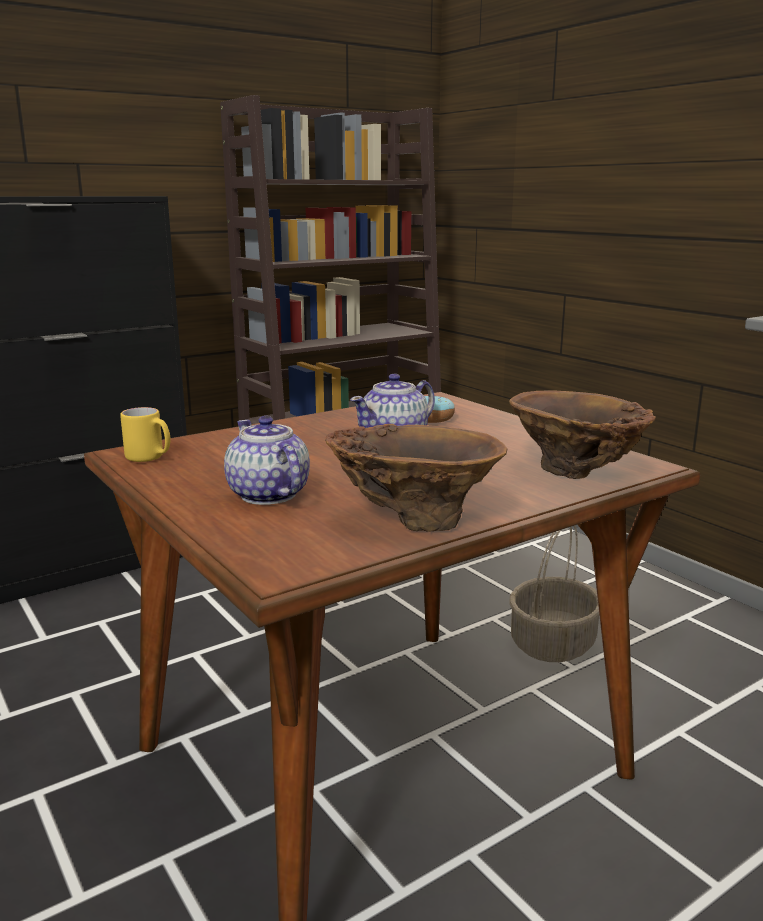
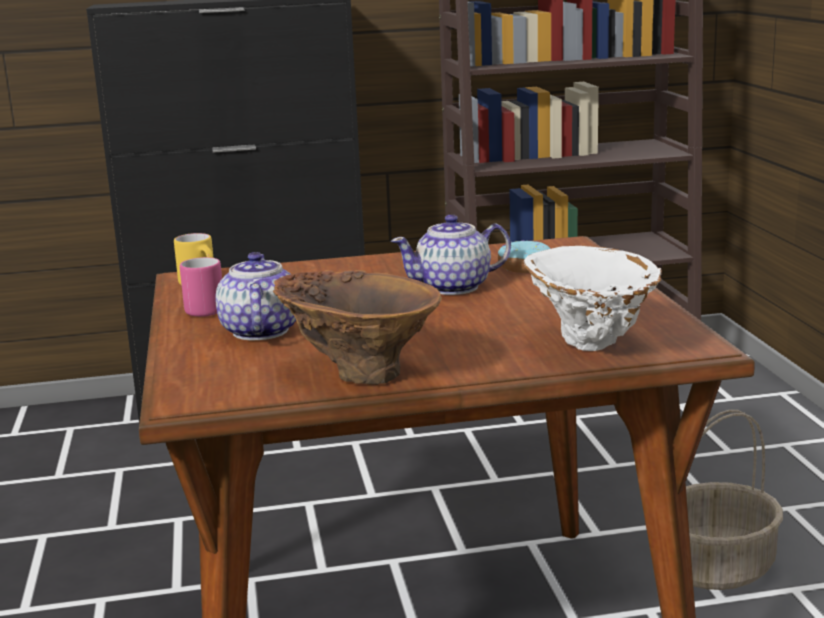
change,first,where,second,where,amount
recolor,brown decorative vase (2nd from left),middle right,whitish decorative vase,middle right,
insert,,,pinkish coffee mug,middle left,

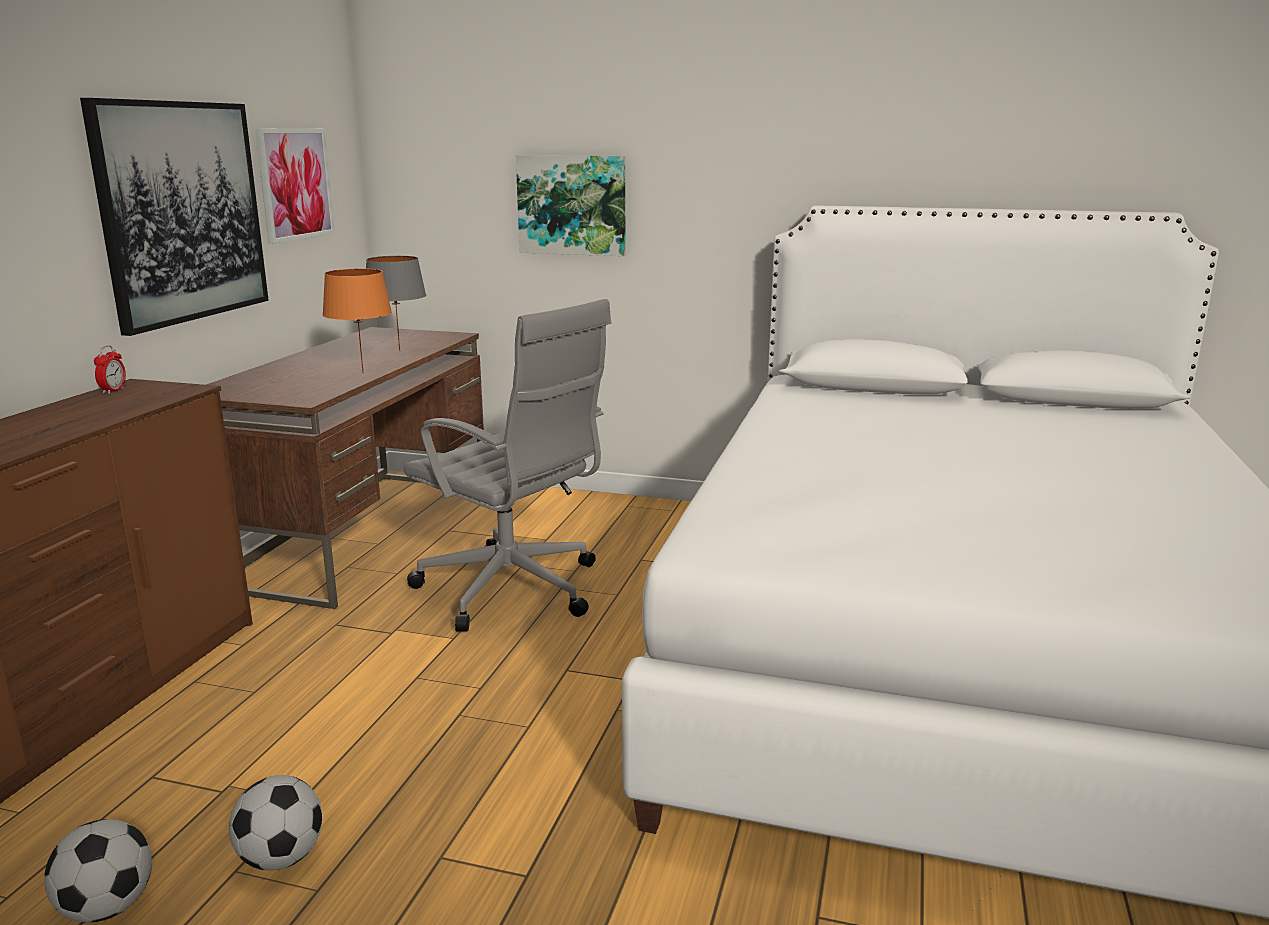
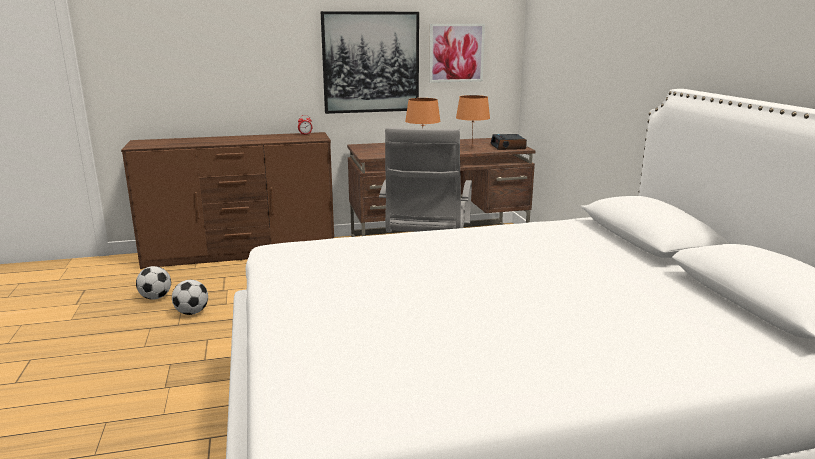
change,first,where,second,where,amount
recolor,grey lamp for a table,top left,orange-coloured lamp for a table (2nd from left),top centre,
delete,picture (3rd from left),top centre,,,
insert,,,bedside clock (2nd from left),top centre,

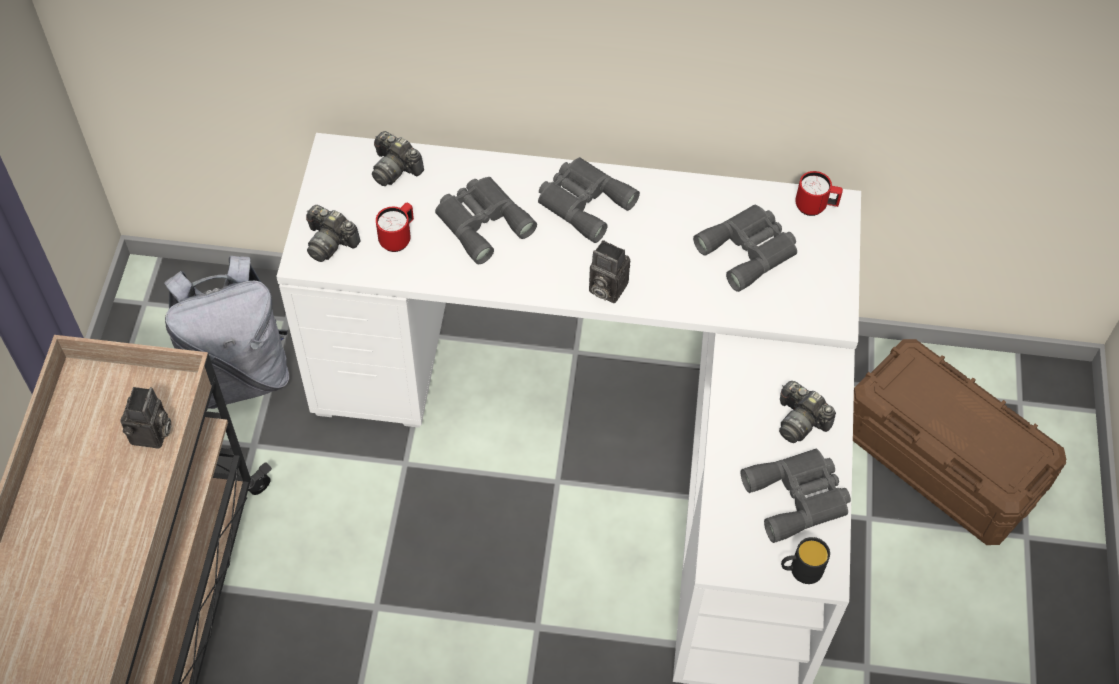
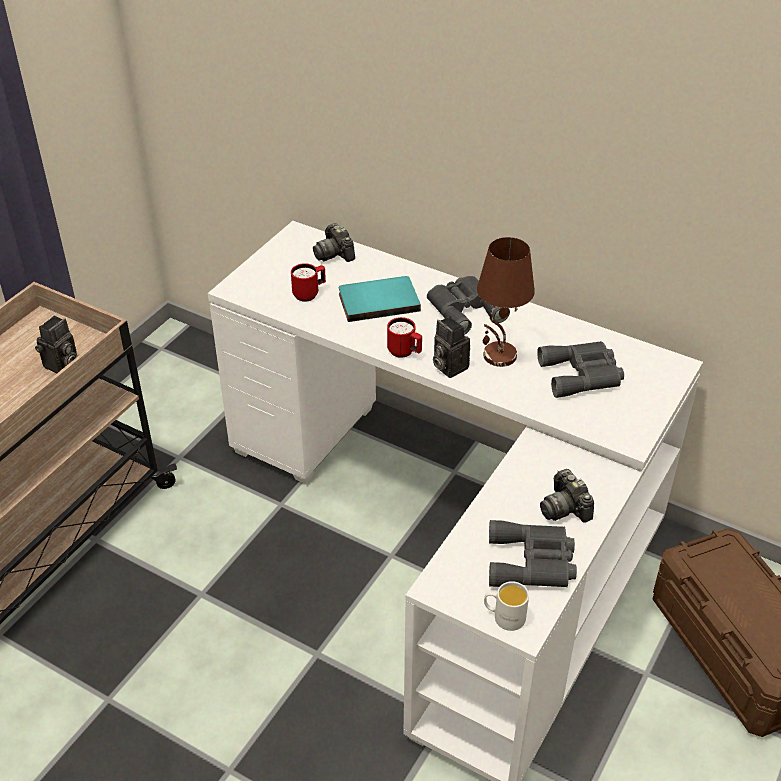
change,first,where,second,where,amount
delete,grey rucksack,middle left,,,
delete,still camera (2nd from left),middle left,,,
replace,grey field glasses (1st from left),top centre,turquoise-coloured bound book,centre,
recolor,black coffee mug,bottom right,whitish coffee mug,bottom centre,
move,reddish coffee mug (2nd from left),top right,,centre,
insert,,,brown lamp for a table,centre,

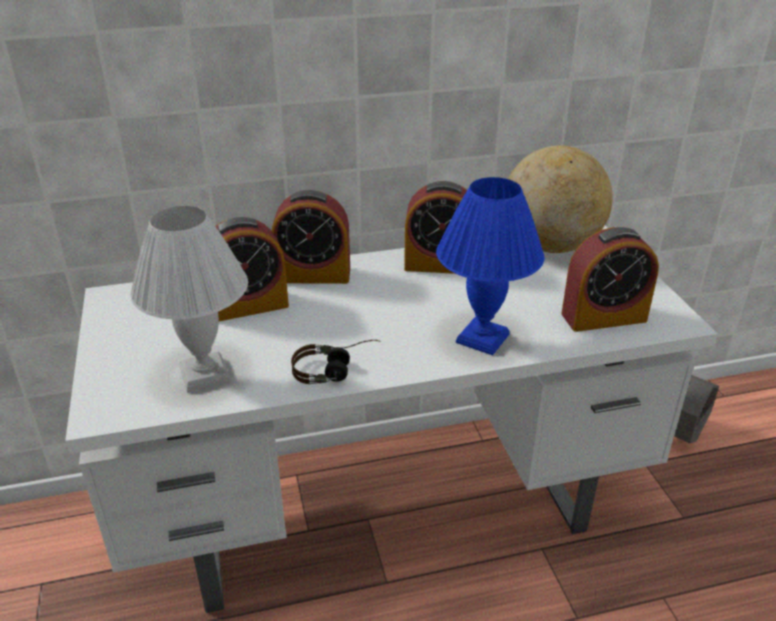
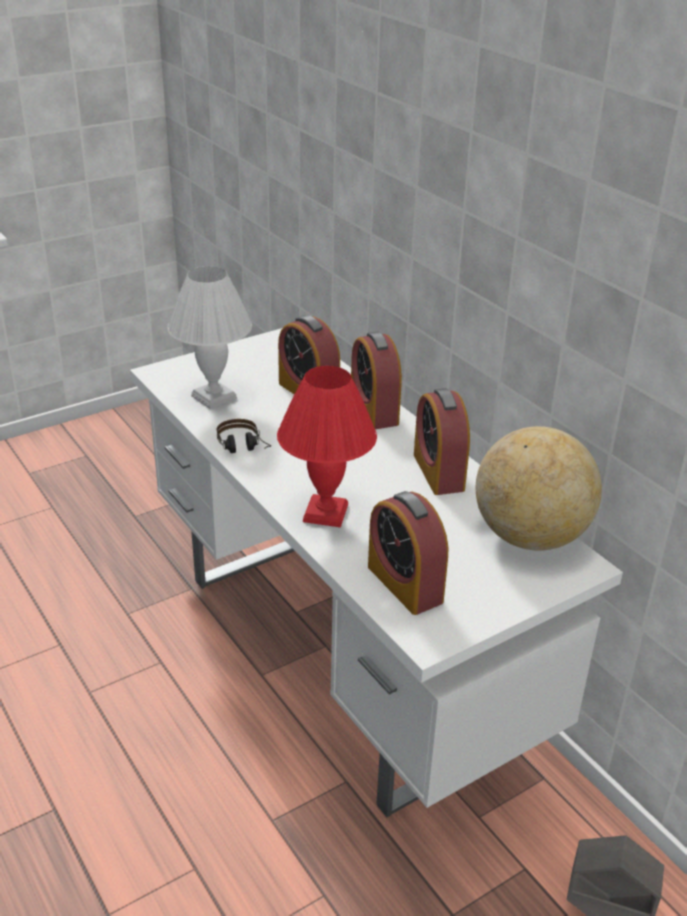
change,first,where,second,where,amount
recolor,bluish lamp for a table,centre,reddish lamp for a table,centre,

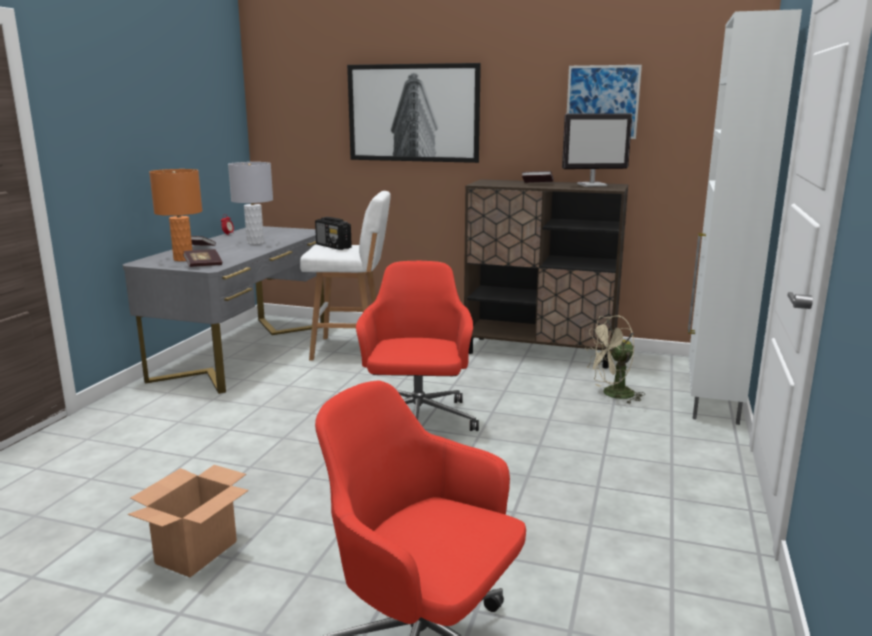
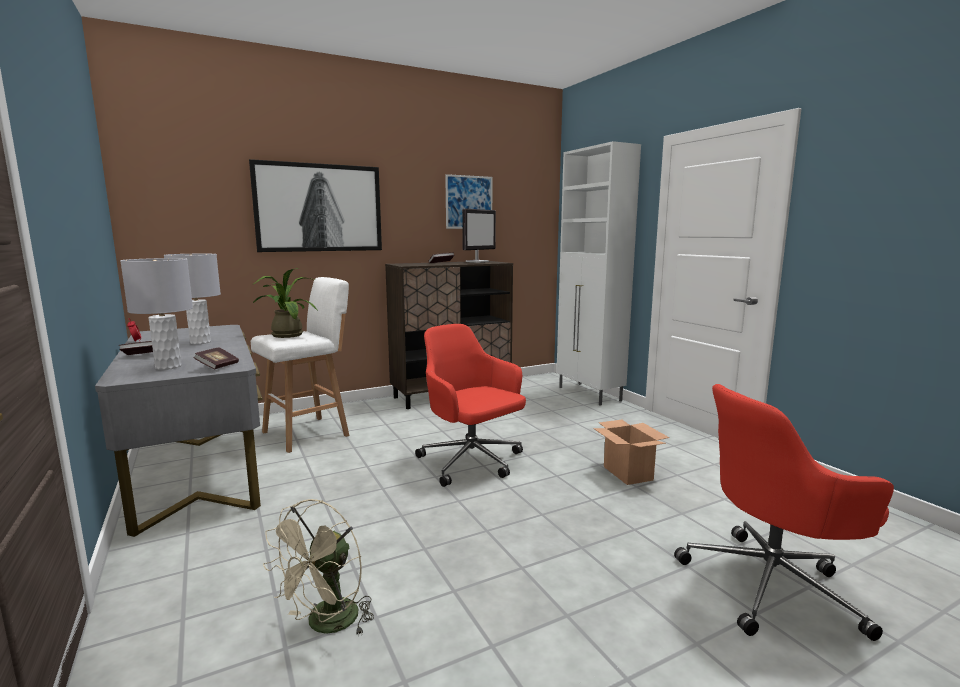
change,first,where,second,where,amount
move,cardboard box,bottom left,,centre,
recolor,orange-coloured lamp for a table,middle left,grey lamp for a table (1st from left),middle left,
replace,radio set,centre,houseplant,middle left,
move,sand-coloured fan,middle right,,bottom left,

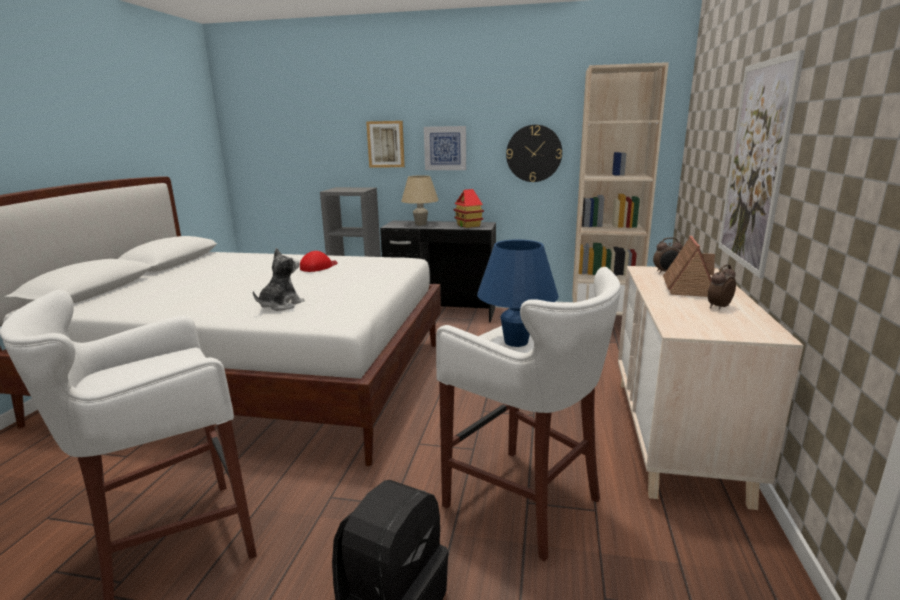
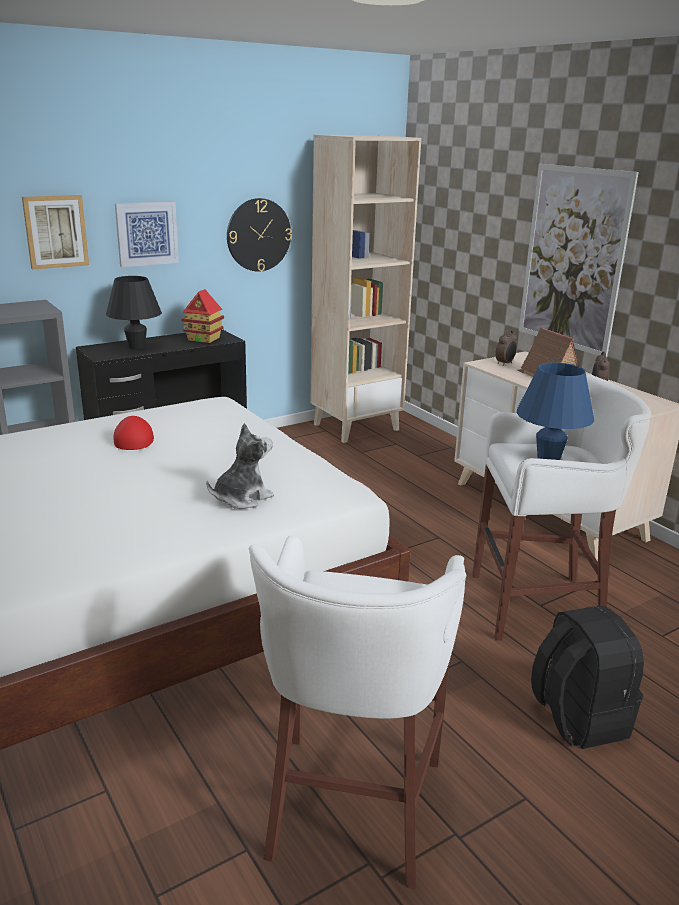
change,first,where,second,where,amount
rotate,cuddly toy,middle left,,centre,60 degrees clockwise
recolor,sand-coloured lamp for a table,centre,black lamp for a table,middle left,

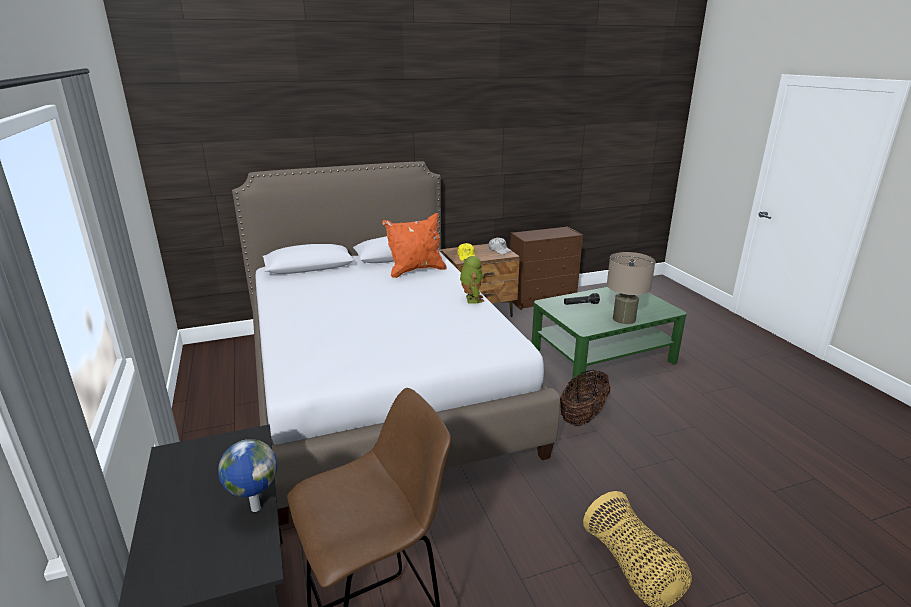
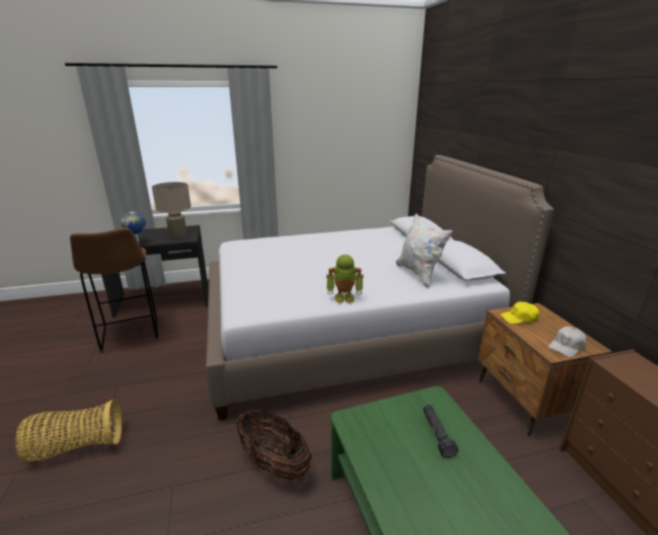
change,first,where,second,where,amount
recolor,orange-coloured cushion,centre,whitish cushion,centre,
move,sand-coloured lamp for a table,middle right,,middle left,

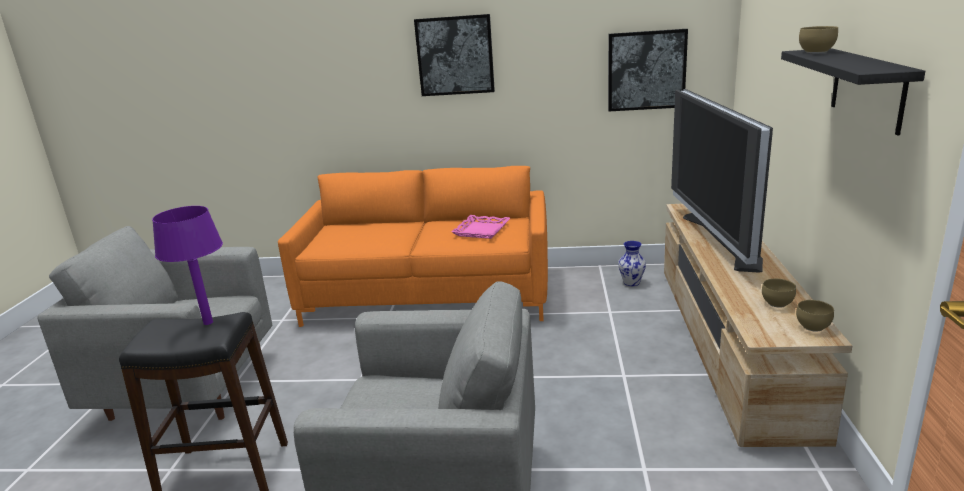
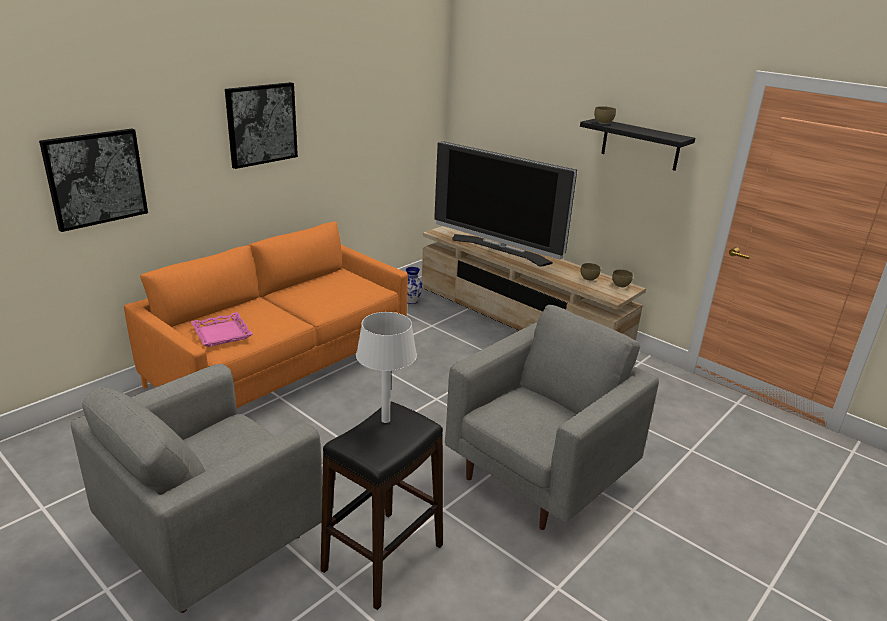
change,first,where,second,where,amount
recolor,purplish lamp for a table,middle left,whitish lamp for a table,centre,
move,pinkish serving tray,centre,,middle left,
move,picture (2nd from left in the first image),top right,picture (1st from left),top left,

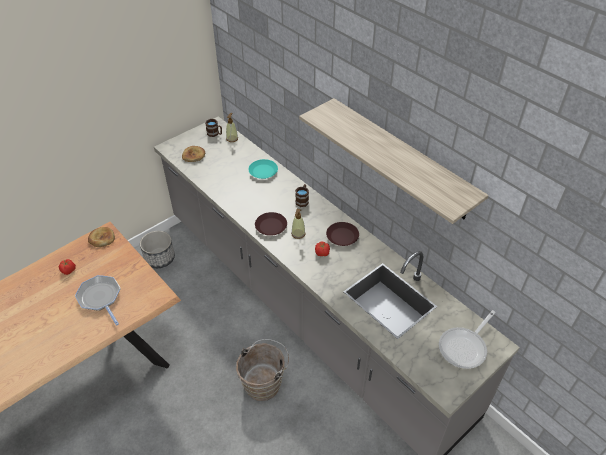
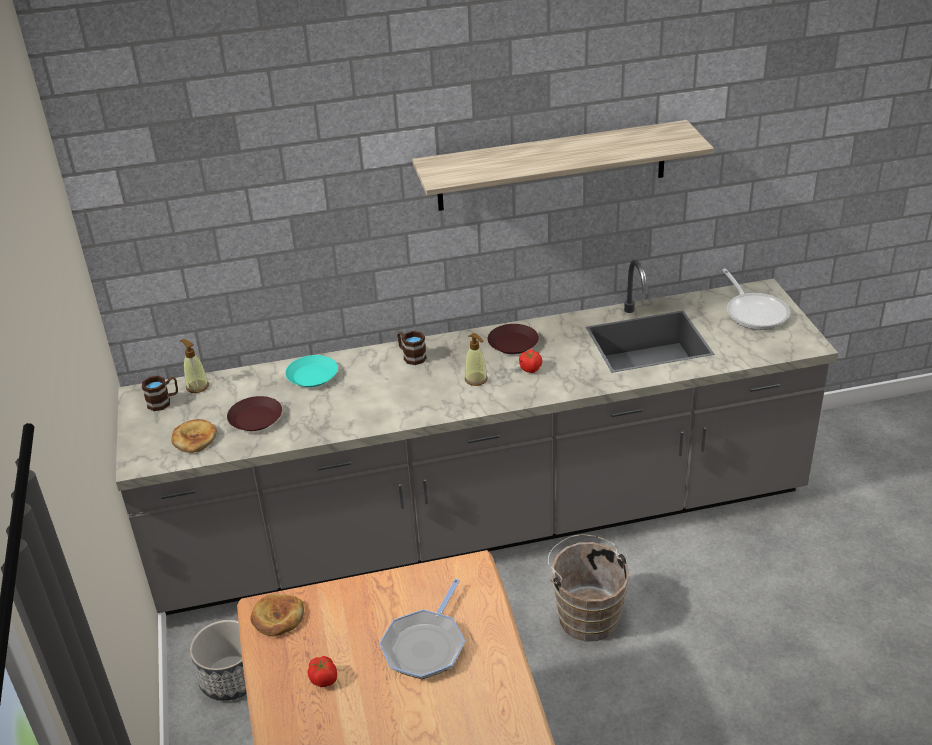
change,first,where,second,where,amount
rotate,frying pan (1st from left),middle left,,bottom centre,60 degrees counterclockwise
move,brown plate (1st from left),centre,,middle left,

